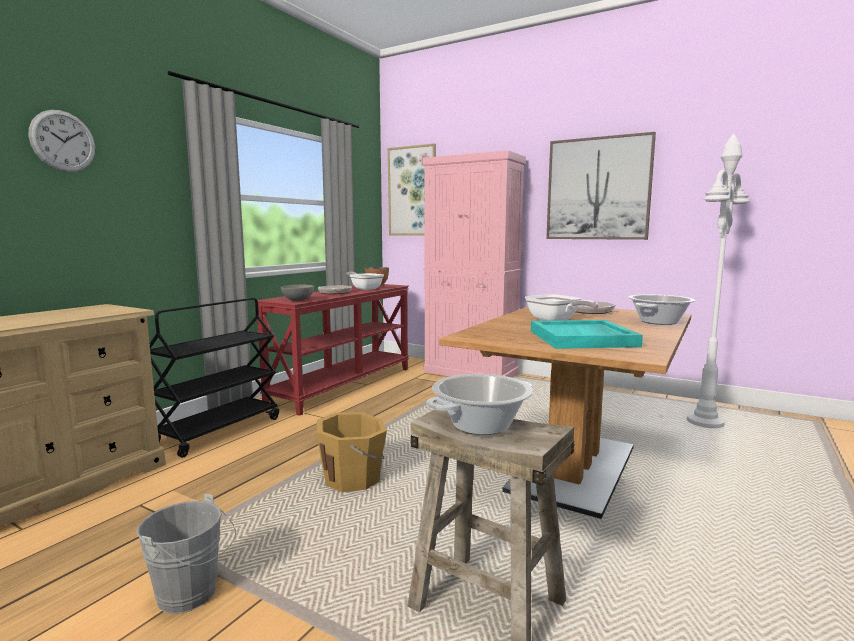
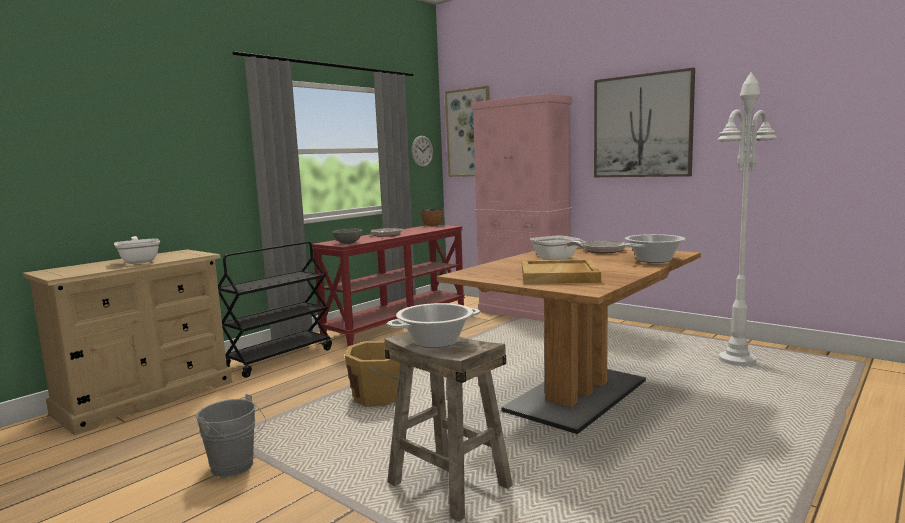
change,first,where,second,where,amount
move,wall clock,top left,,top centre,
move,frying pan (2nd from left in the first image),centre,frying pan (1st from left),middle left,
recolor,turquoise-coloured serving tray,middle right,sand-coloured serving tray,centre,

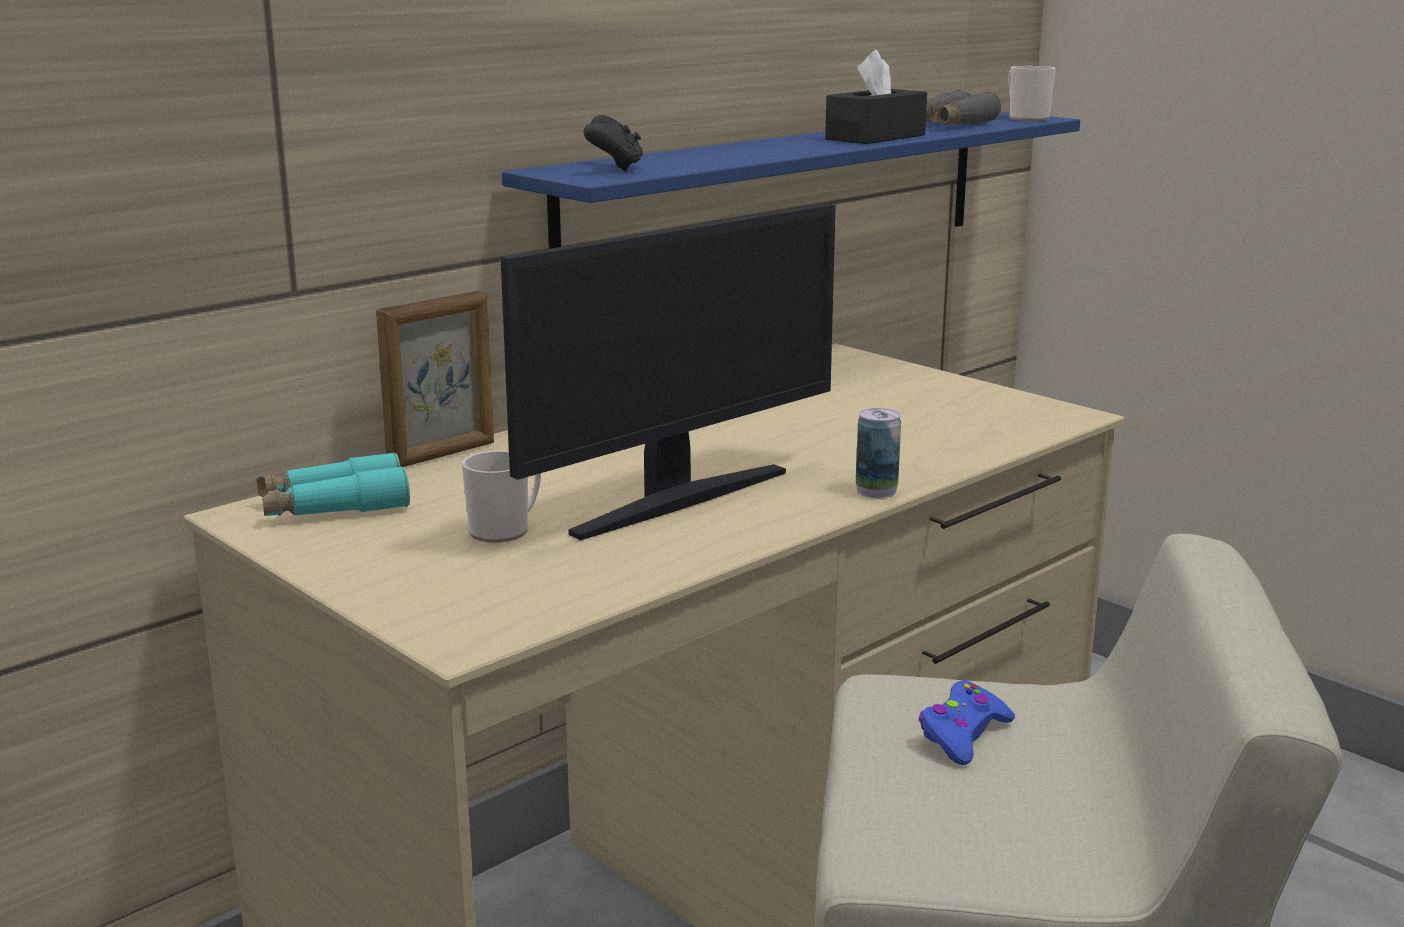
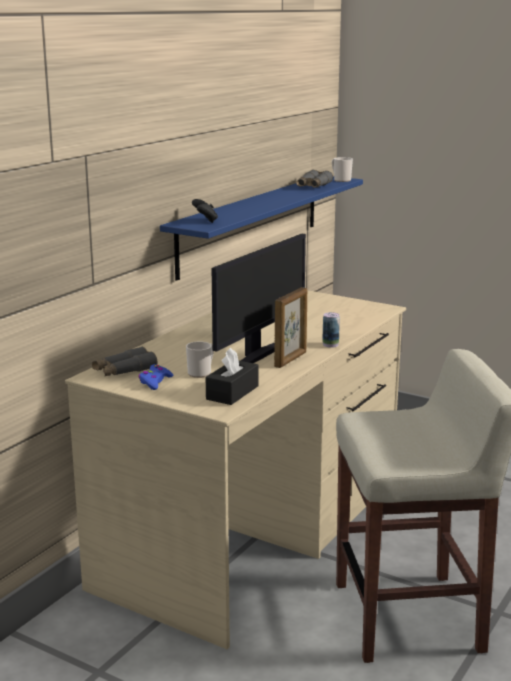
change,first,where,second,where,amount
recolor,turquoise-coloured field glasses,middle left,grey field glasses (1st from left),middle left,
move,picture frame,middle left,,centre,
move,black tissue holder,top centre,,centre,
move,bluish game controller,bottom right,,middle left,

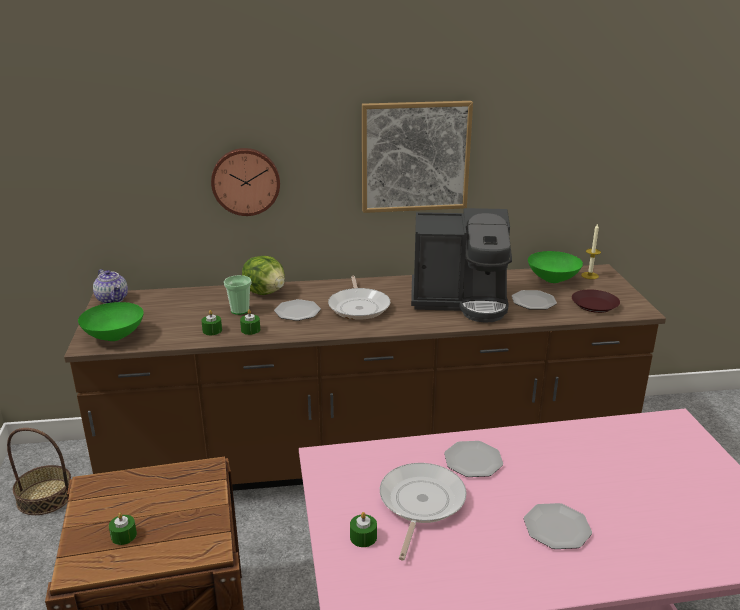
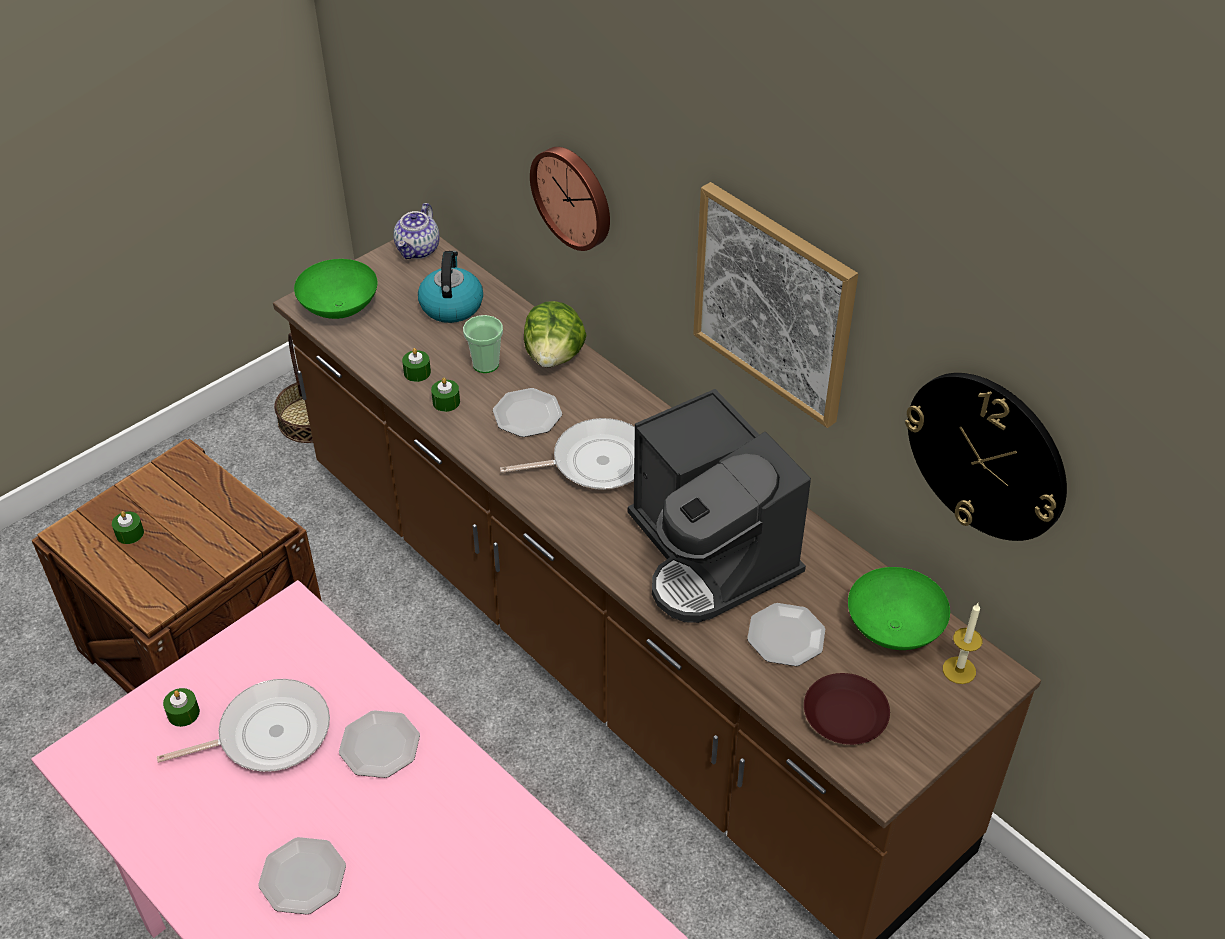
change,first,where,second,where,amount
rotate,frying pan (1st from left in the first image),centre,frying pan (2nd from left),centre,150 degrees counterclockwise
insert,,,water kettle,top centre,
insert,,,wall clock (2nd from left),middle right,

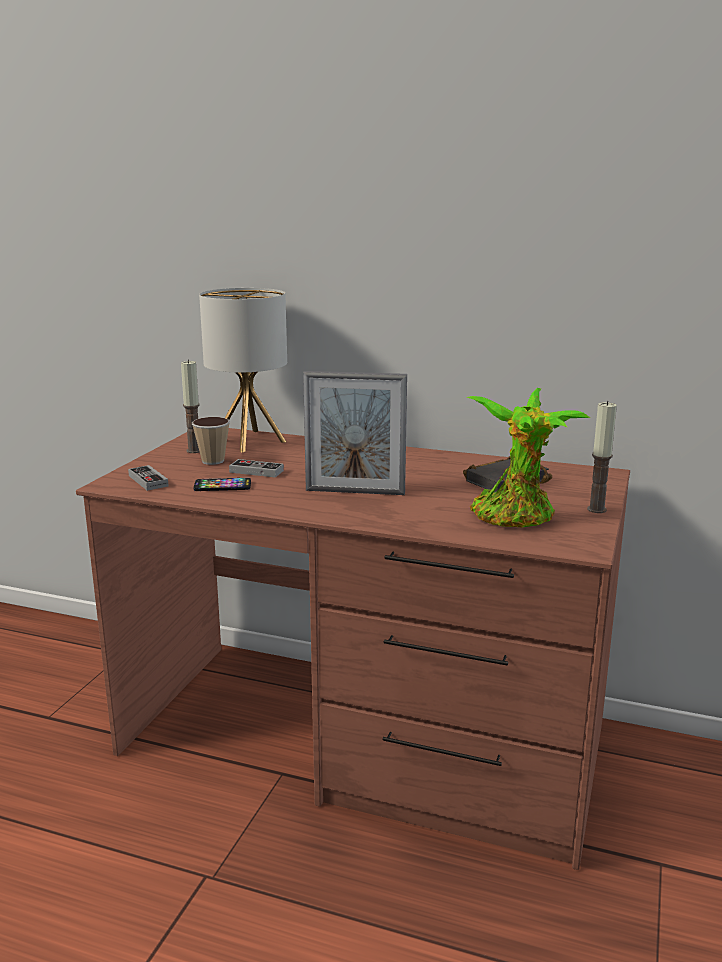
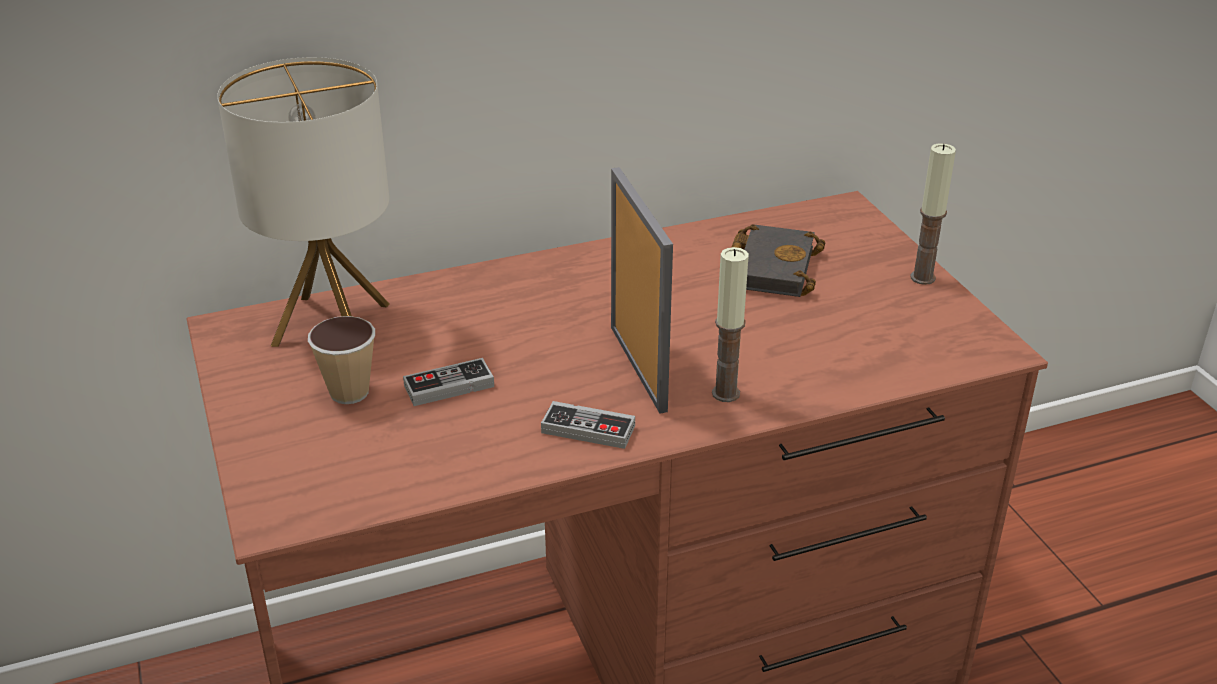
change,first,where,second,where,amount
move,game controller (1st from left in the first image),middle left,game controller (2nd from left),centre,
move,wax candle (1st from left),middle left,,centre,
delete,telephone,middle left,,,
rotate,picture frame,centre,,centre,75 degrees counterclockwise
delete,houseplant,middle right,,,

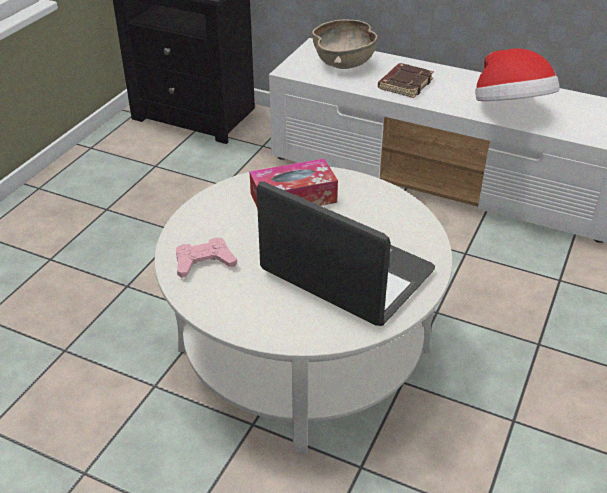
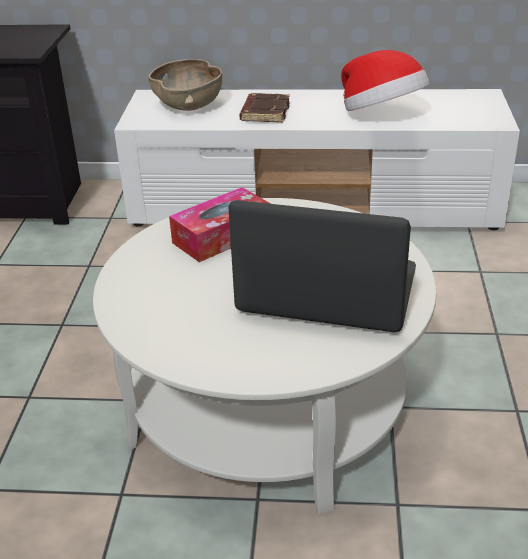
change,first,where,second,where,amount
delete,pinkish game controller,centre,,,

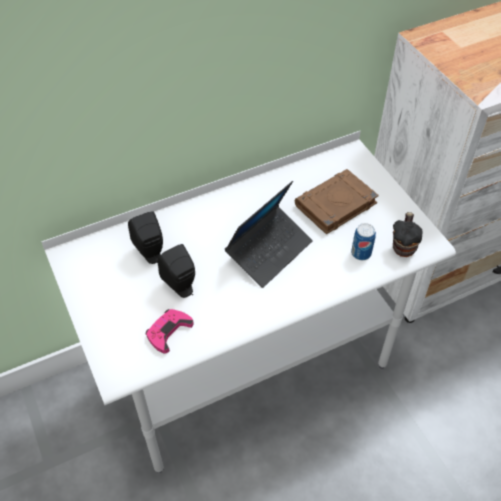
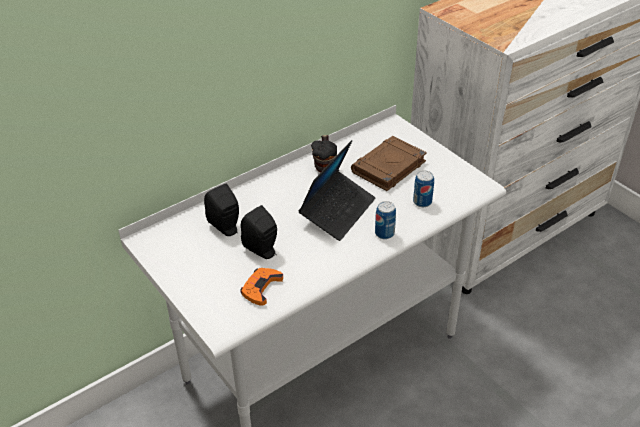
change,first,where,second,where,amount
recolor,pinkish game controller,centre,orange-coloured game controller,bottom centre,
move,coffee mug,middle right,,centre,
insert,,,sealed can (1st from left),centre,

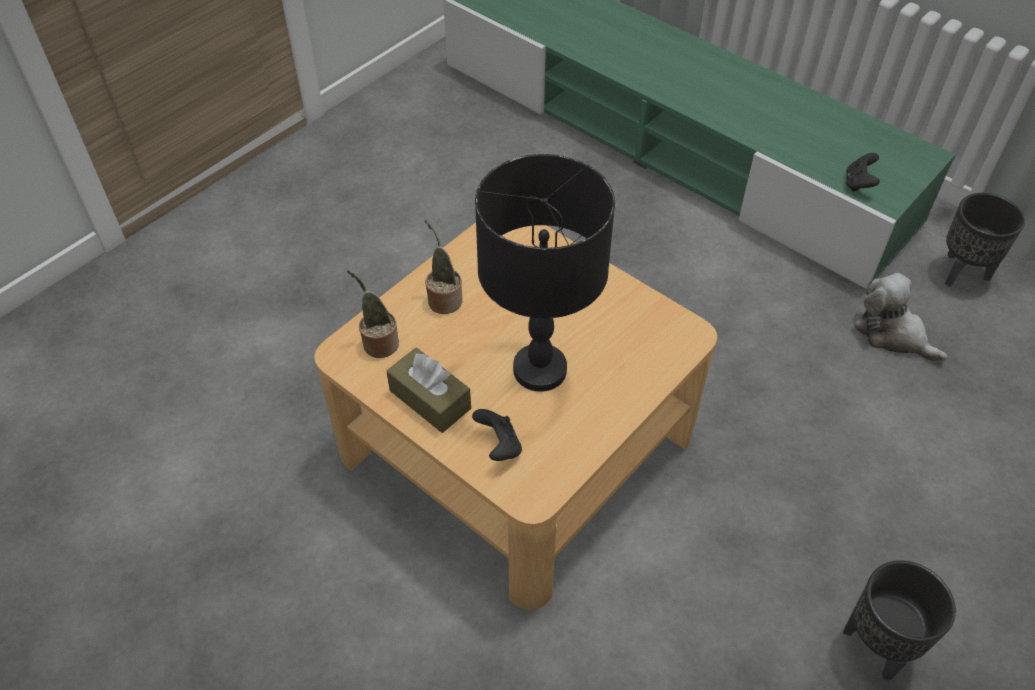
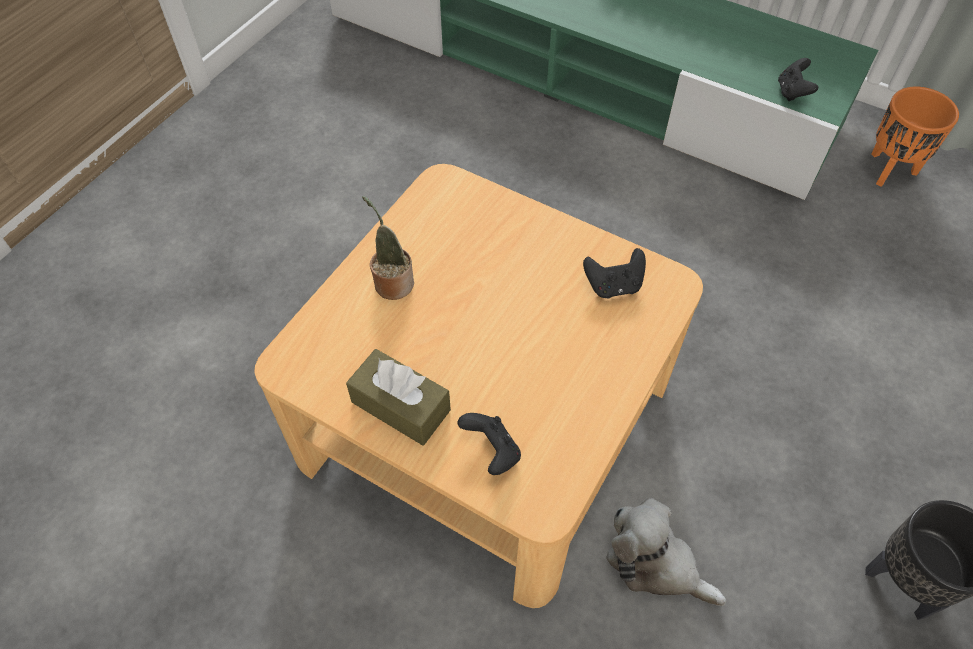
change,first,where,second,where,amount
delete,houseplant (1st from left),centre,,,
delete,black lamp for a table,centre,,,
move,cuddly toy,middle right,,bottom right,
recolor,black planter (2nd from left),middle right,orange-coloured planter,top right,
insert,,,black game controller (2nd from left),centre,

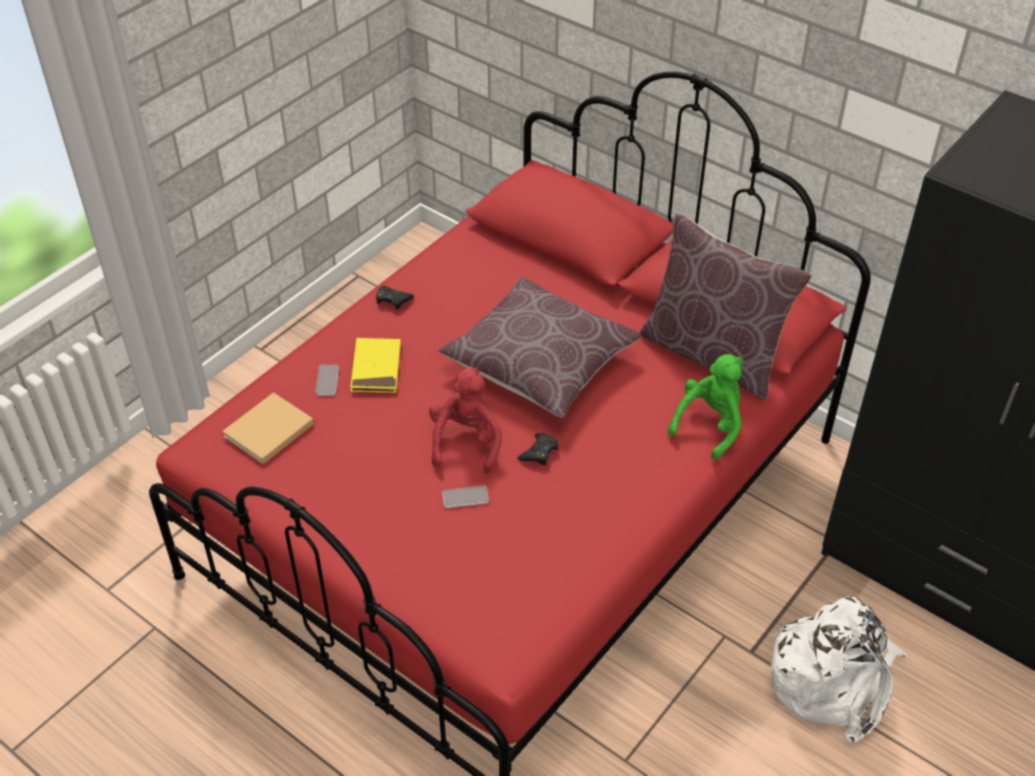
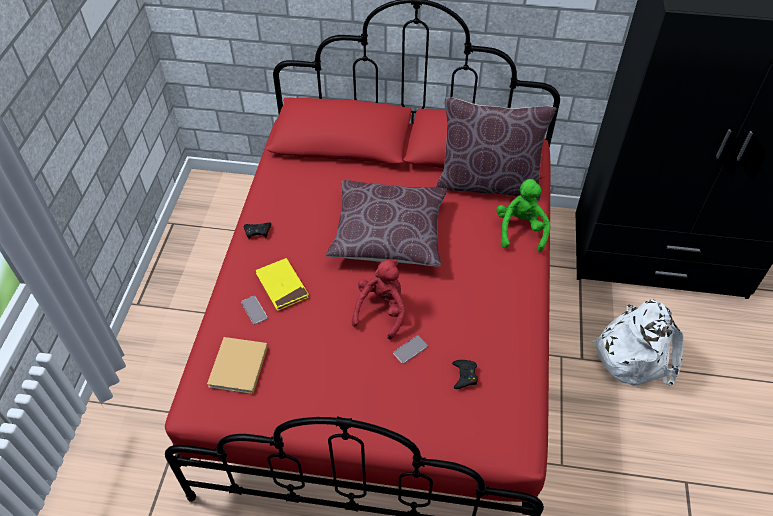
change,first,where,second,where,amount
rotate,reddish cuddly toy,centre,,centre,45 degrees clockwise
move,black game controller (2nd from left),centre,,bottom centre,

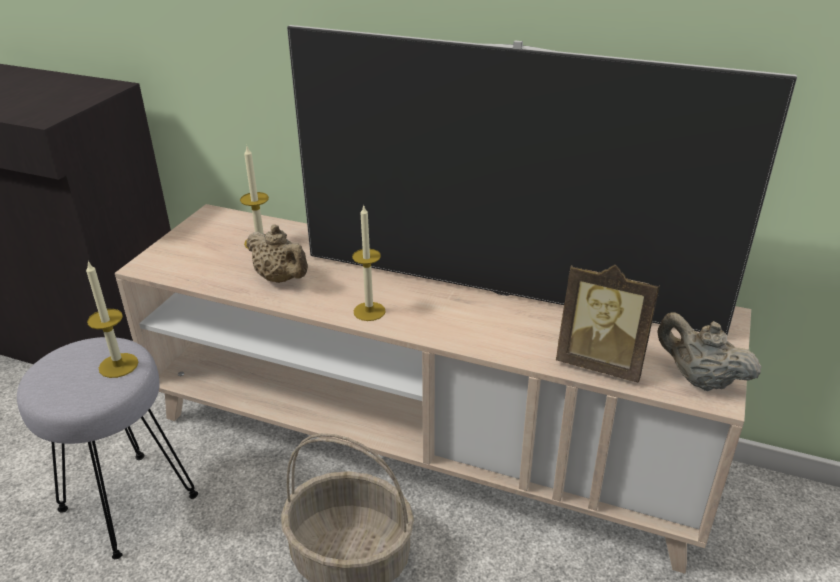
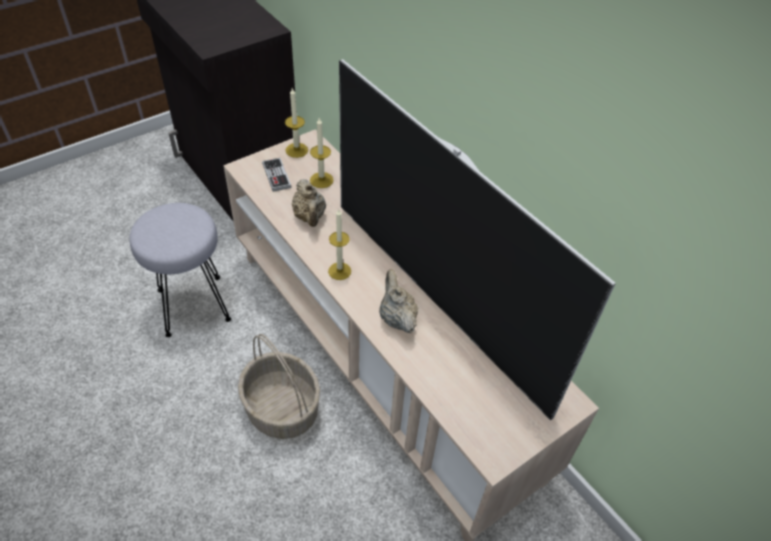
change,first,where,second,where,amount
move,wax candle (1st from left),middle left,,top centre,
delete,picture frame,middle right,,,
move,sand-coloured pot for tea (2nd from left),middle right,,centre,
insert,,,game controller,top centre,

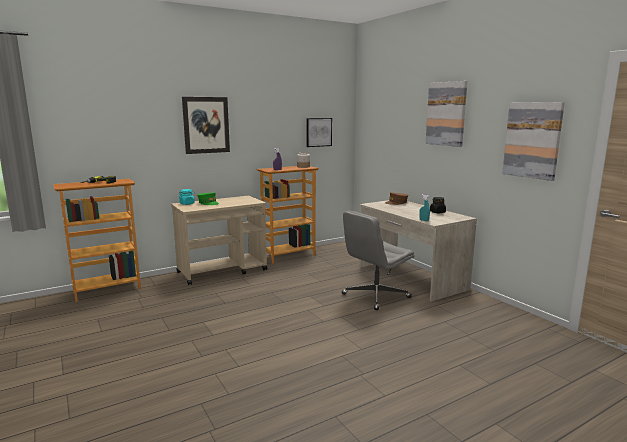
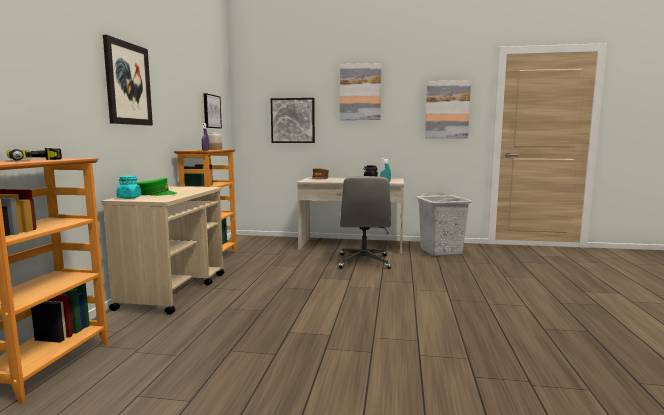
change,first,where,second,where,amount
insert,,,picture (3rd from left),top centre,
insert,,,grey washing basket,middle right,

